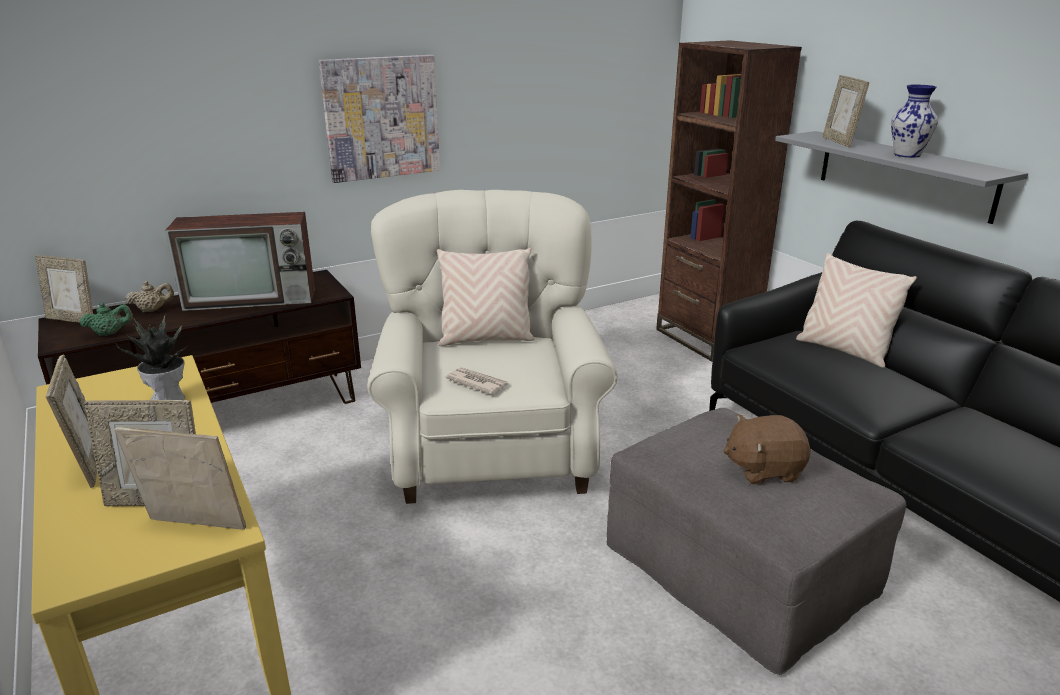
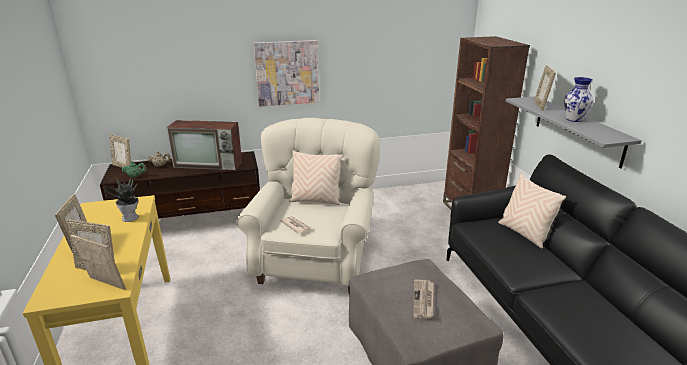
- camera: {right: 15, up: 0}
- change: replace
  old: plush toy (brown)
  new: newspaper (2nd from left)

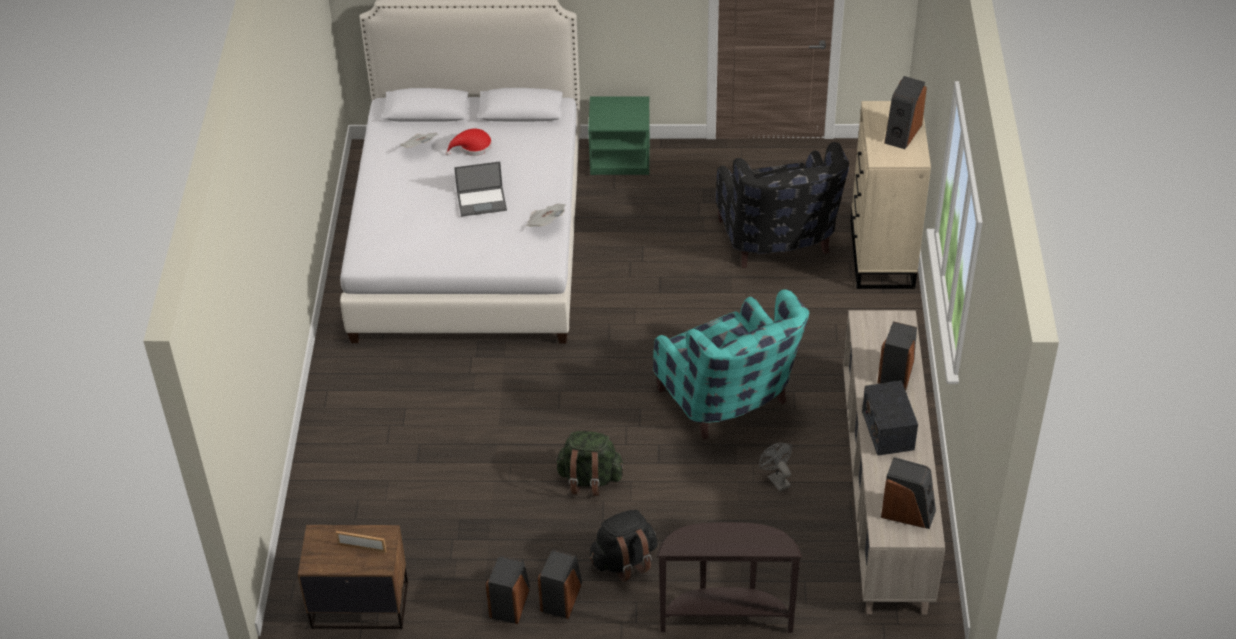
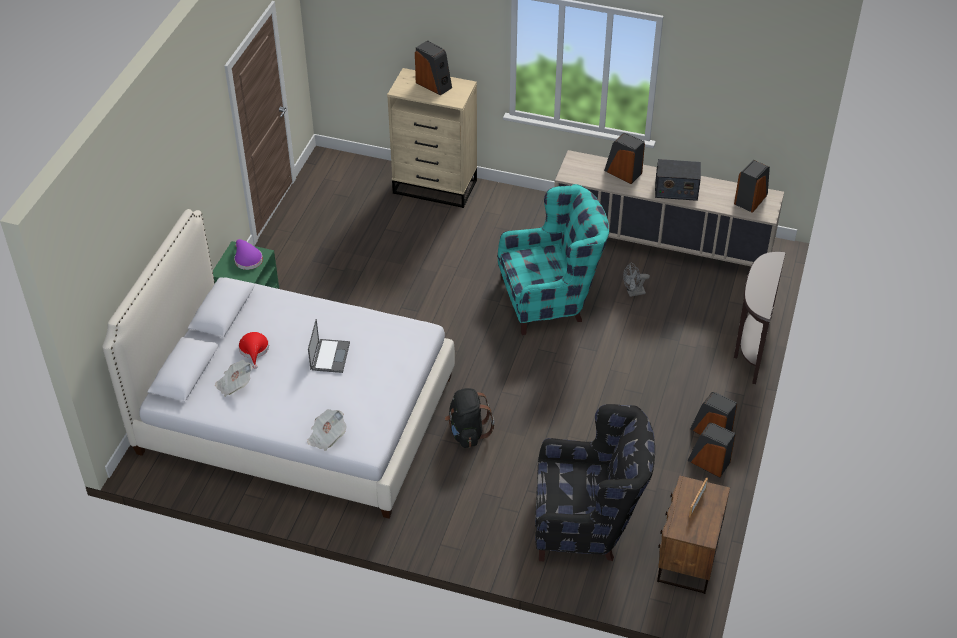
- camera: {right: -75, up: 0}
- change: move
  old: newspaper (2nd from left)
- change: delete
  old: backpack (green)
- change: move
  old: backpack (black)
- change: move
  old: armchair (black)
- change: insert
  new: hat (purple)

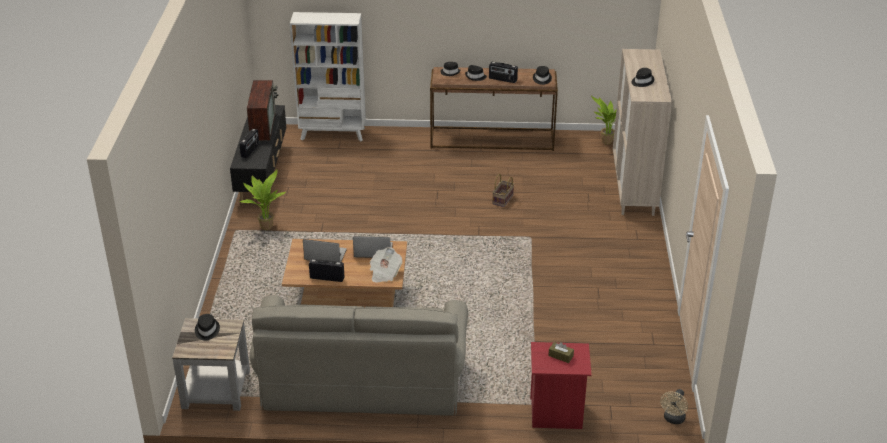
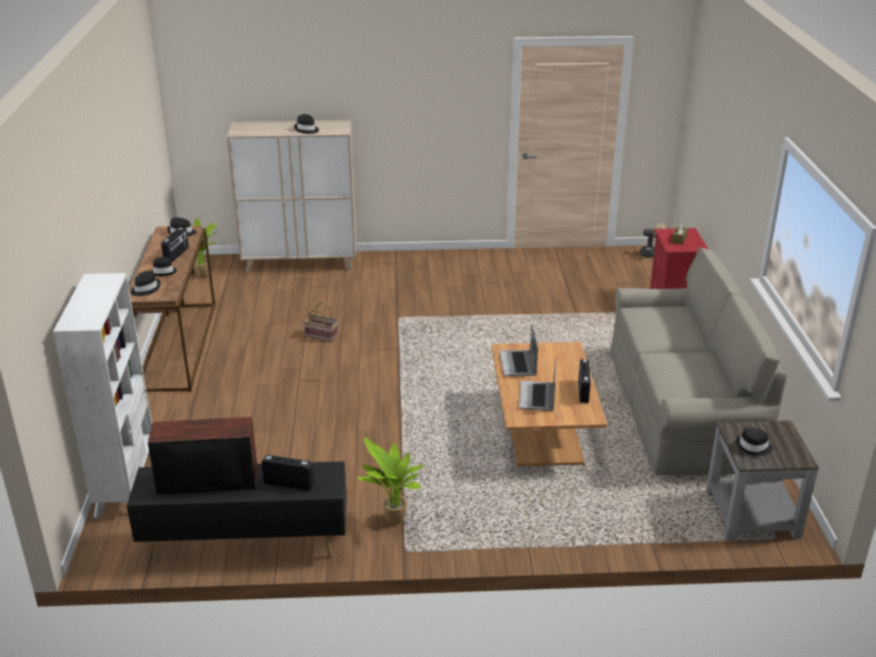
- camera: {right: -95, up: -5}
- change: delete
  old: newspaper

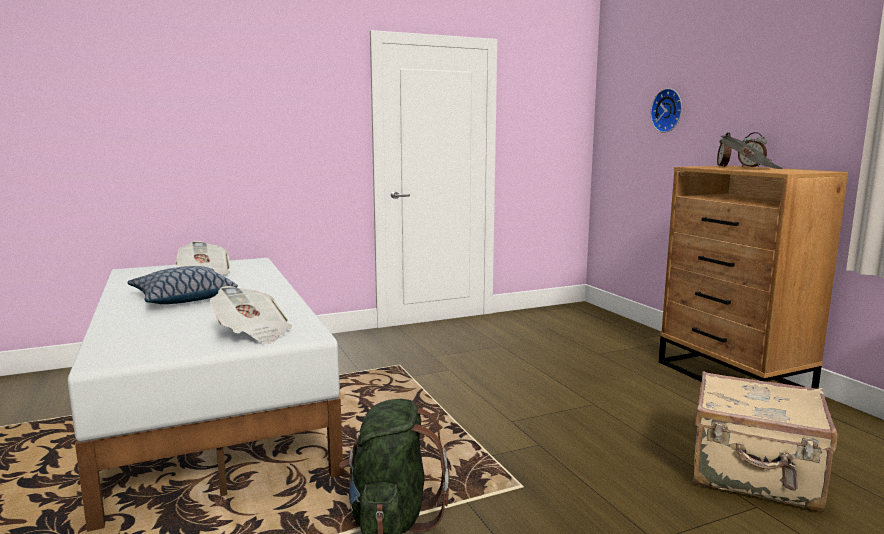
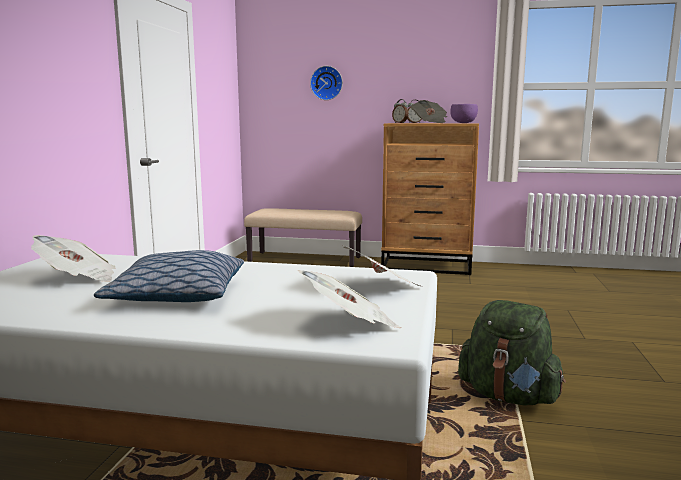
- camera: {right: -55, up: 0}
- change: delete
  old: suitcase (beige)
- change: insert
  new: bench (beige)
- change: insert
  new: newspaper (2nd from left)
- change: insert
  new: bowl (purple)

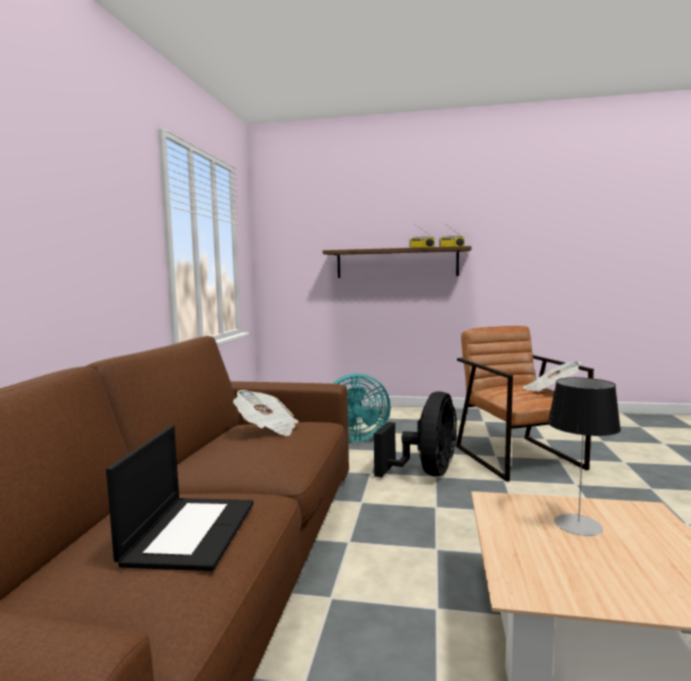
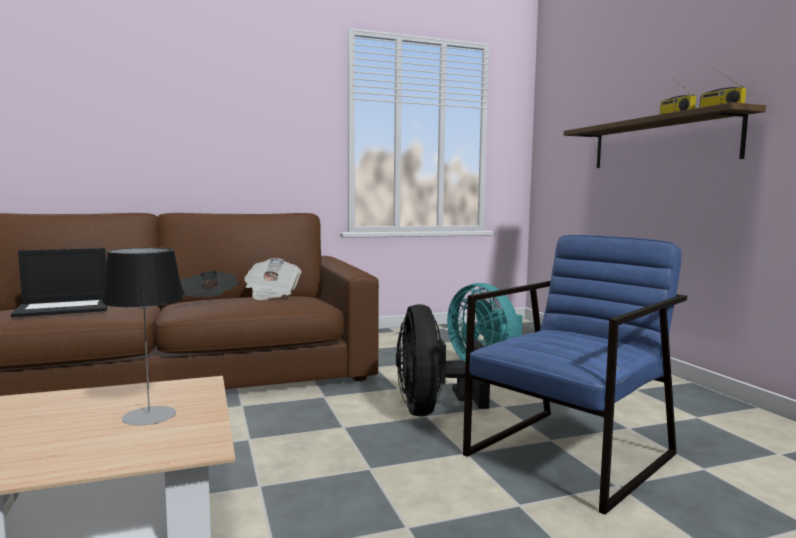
- camera: {right: 60, up: 0}
- change: rotate
  old: fan (black)
  degrees: 90
- change: recolor
  old: armchair (brown)
  new: armchair (blue)
- change: move
  old: newspaper (2nd from left in the first image)
  new: newspaper (1st from left)

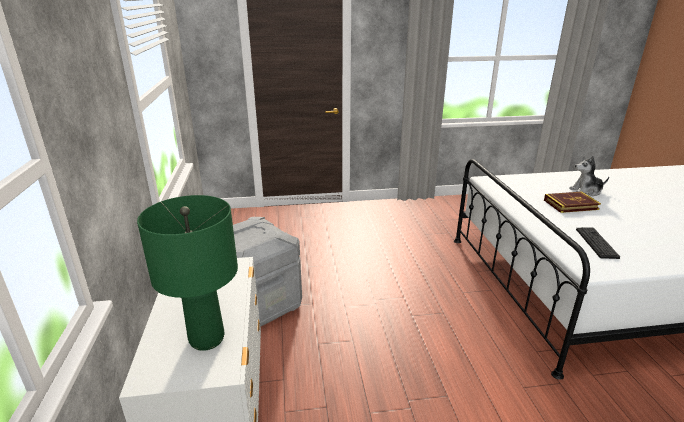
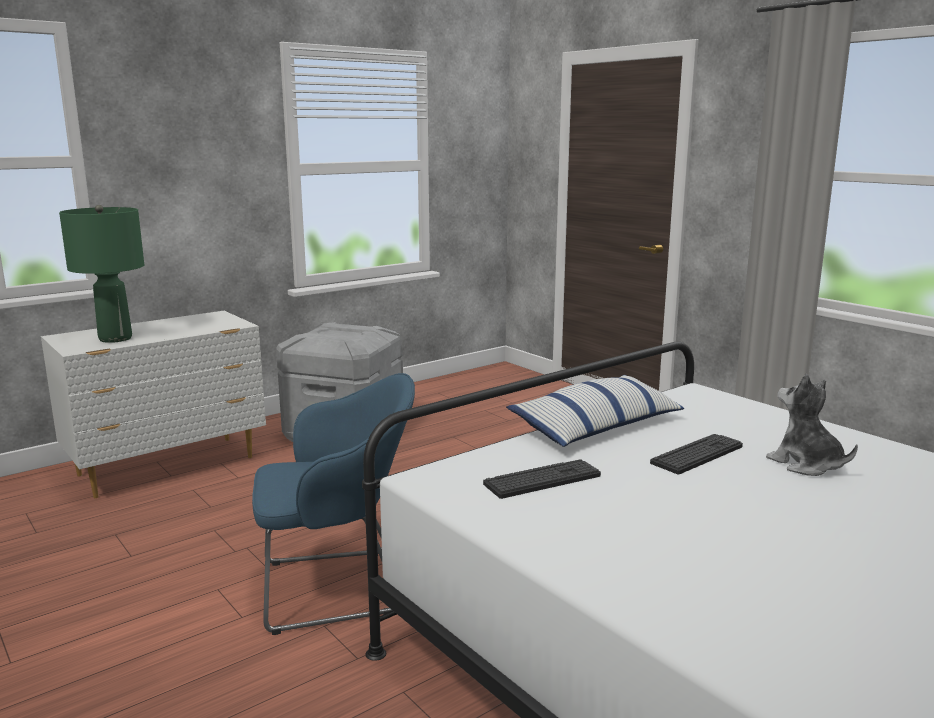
- camera: {right: 60, up: -10}
- change: replace
  old: book
  new: keyboard (2nd from left)
- change: insert
  new: armchair (blue)
- change: insert
  new: pillow

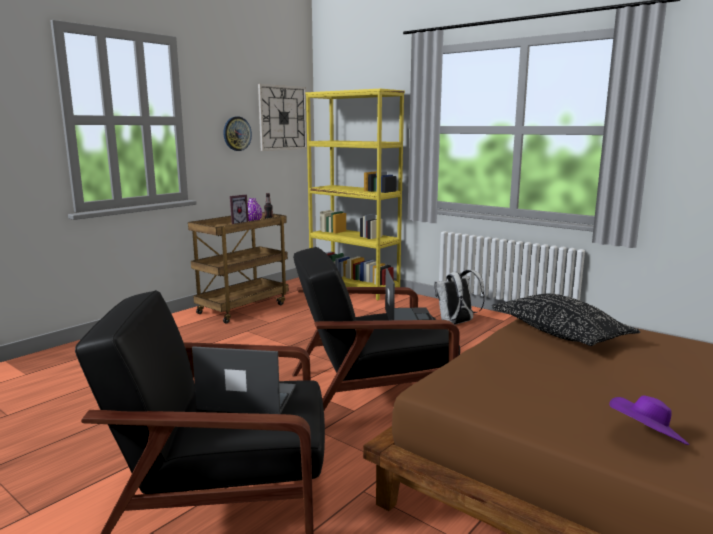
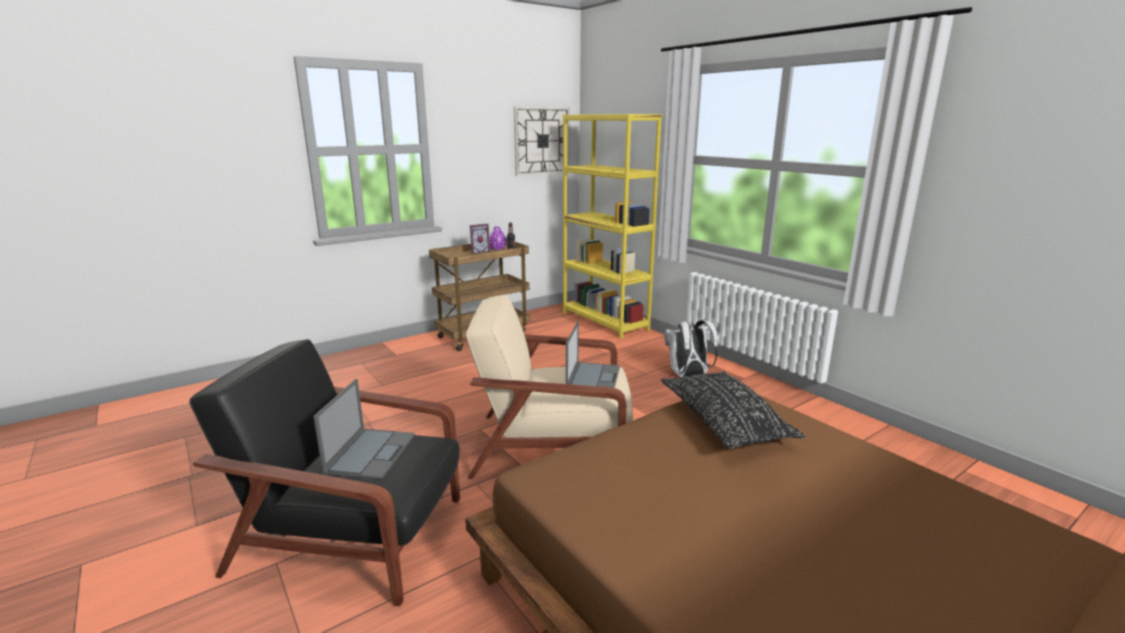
- camera: {right: 15, up: 5}
- change: rotate
  old: laptop (1st from left)
  degrees: 75
- change: delete
  old: wall clock (1st from left)
- change: recolor
  old: armchair (black) (2nd from left)
  new: armchair (beige)
- change: delete
  old: hat (purple)

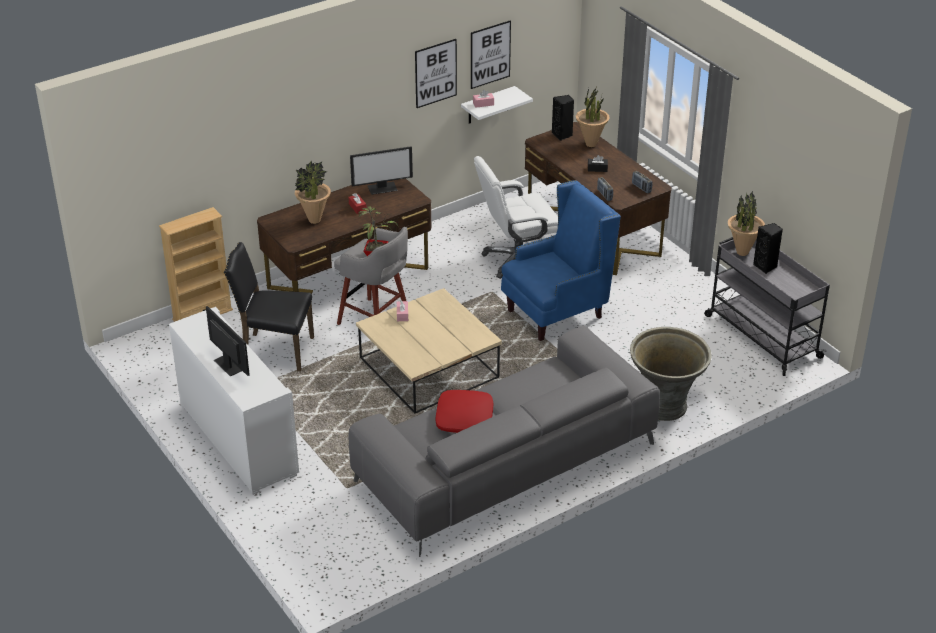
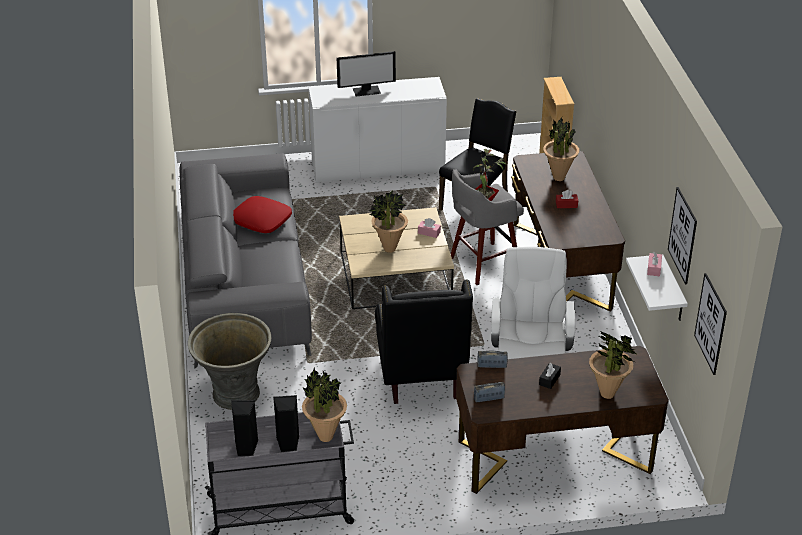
- camera: {right: 115, up: 0}
- change: delete
  old: monitor (2nd from left)
- change: move
  old: picture (1st from left in the first image)
  new: picture (2nd from left)
- change: recolor
  old: armchair (blue)
  new: armchair (black)
- change: move
  old: speaker (black) (1st from left)
- change: insert
  new: potted plant (2nd from left)

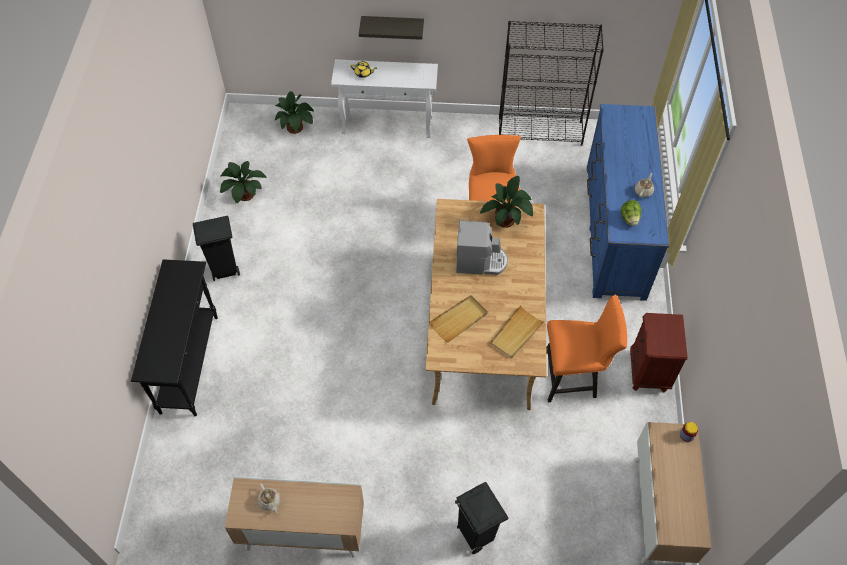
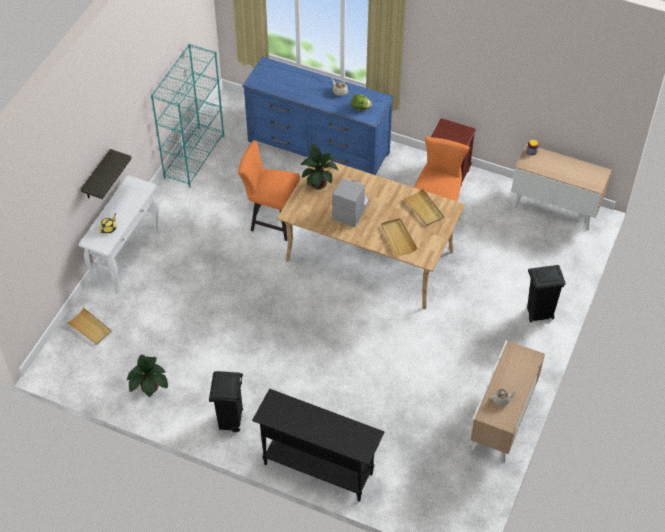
- camera: {right: -70, up: -5}
- change: replace
  old: potted plant (2nd from left)
  new: tray (beige) (1st from left)
- change: recolor
  old: bookcase (black)
  new: bookcase (turquoise)

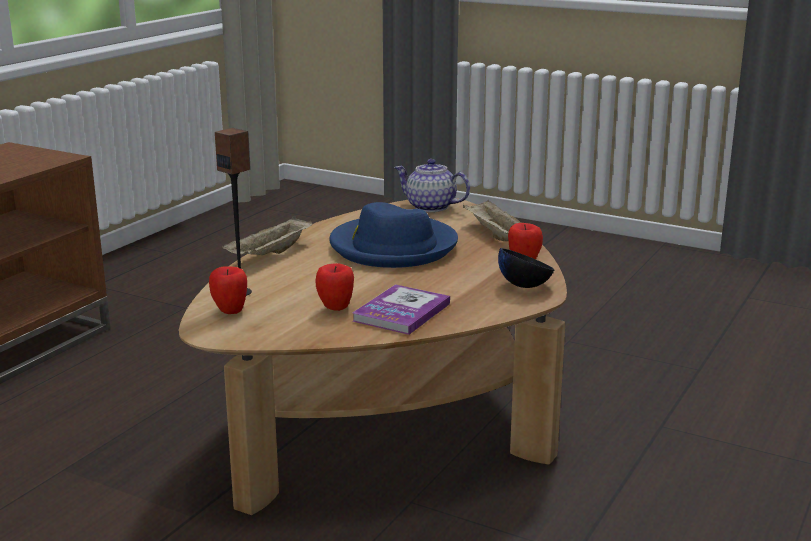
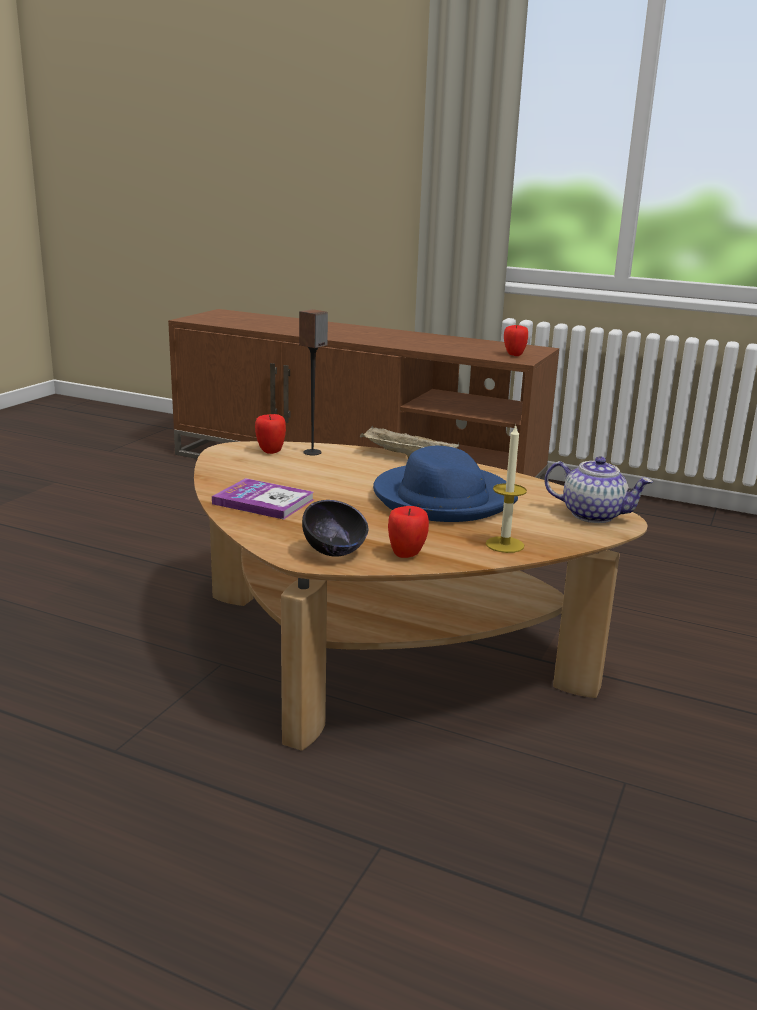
- camera: {right: 85, up: 0}
- change: move
  old: apple (2nd from left in the first image)
  new: apple (3rd from left)
- change: rotate
  old: teapot
  degrees: 90
- change: replace
  old: tray (beige) (2nd from left)
  new: candle

